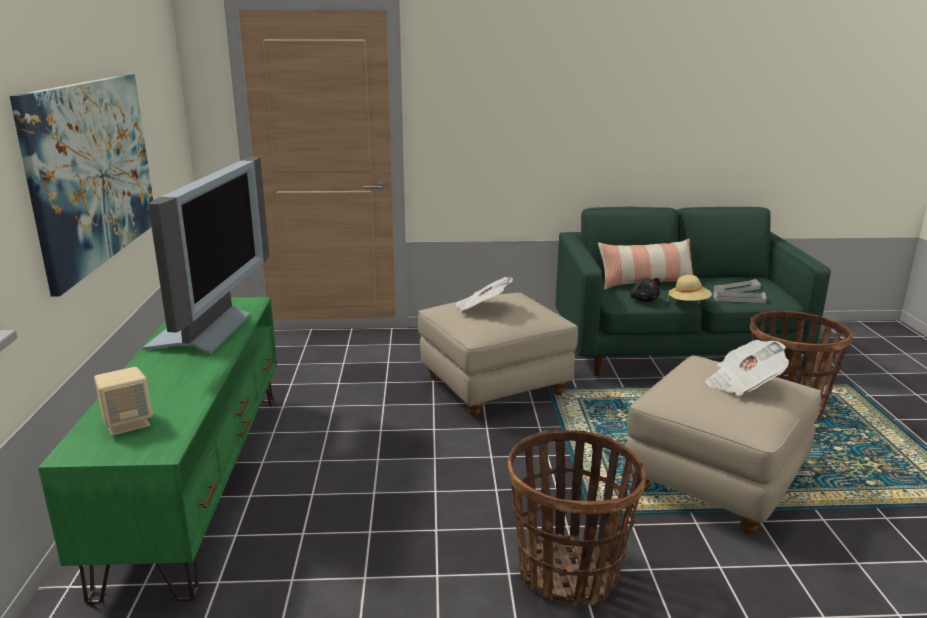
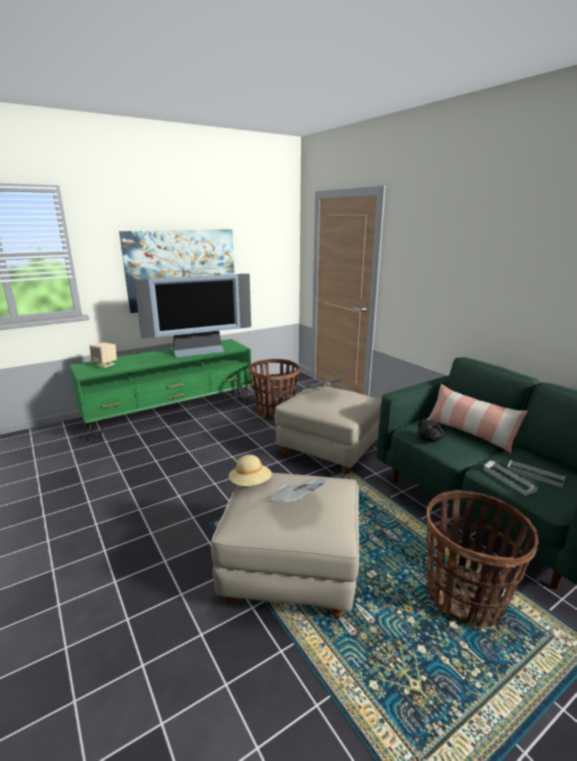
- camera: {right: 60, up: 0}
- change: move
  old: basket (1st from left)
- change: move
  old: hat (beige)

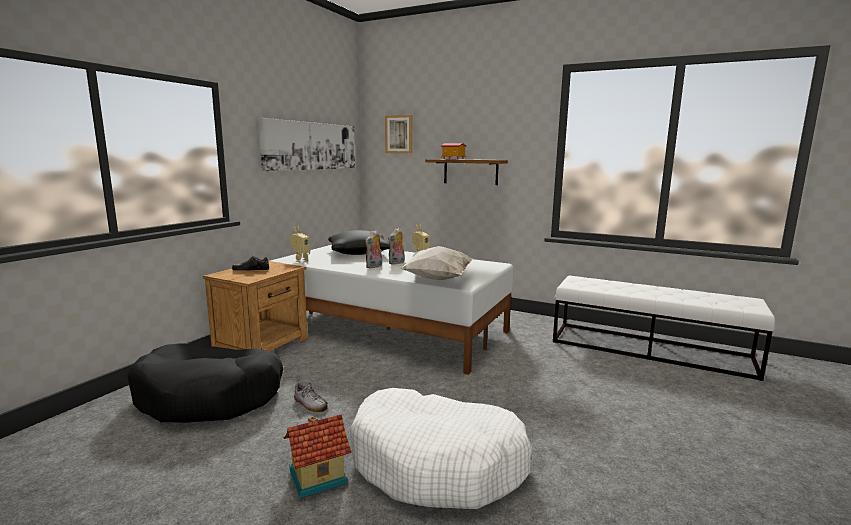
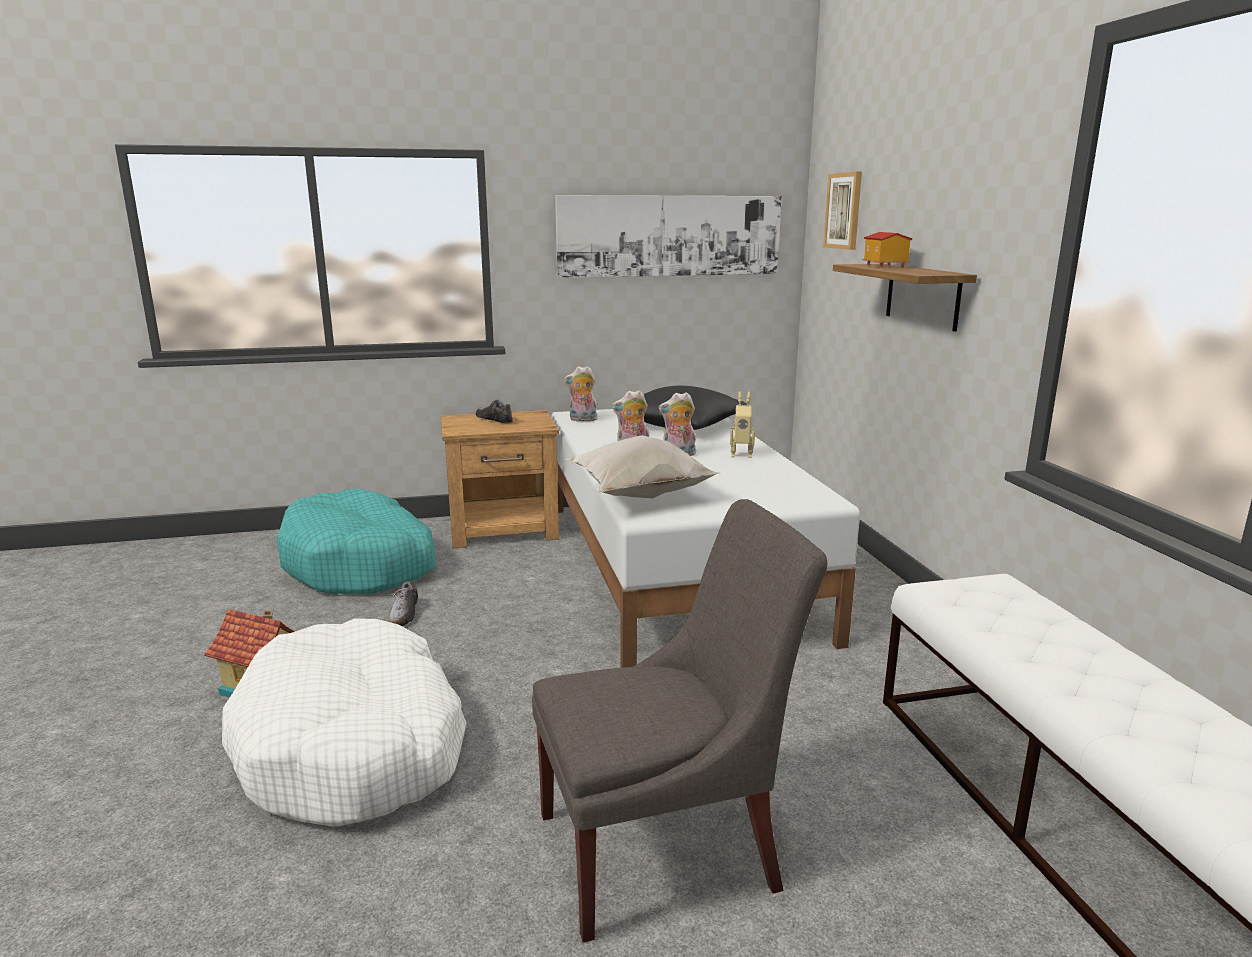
- camera: {right: 50, up: 5}
- change: recolor
  old: dog bed (black)
  new: dog bed (turquoise)
- change: replace
  old: toy robot (1st from left)
  new: plush toy (1st from left)
- change: insert
  new: chair (grey)

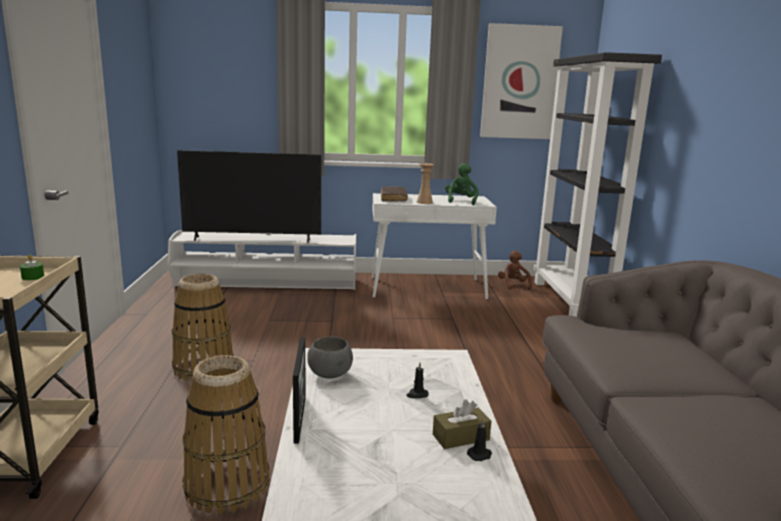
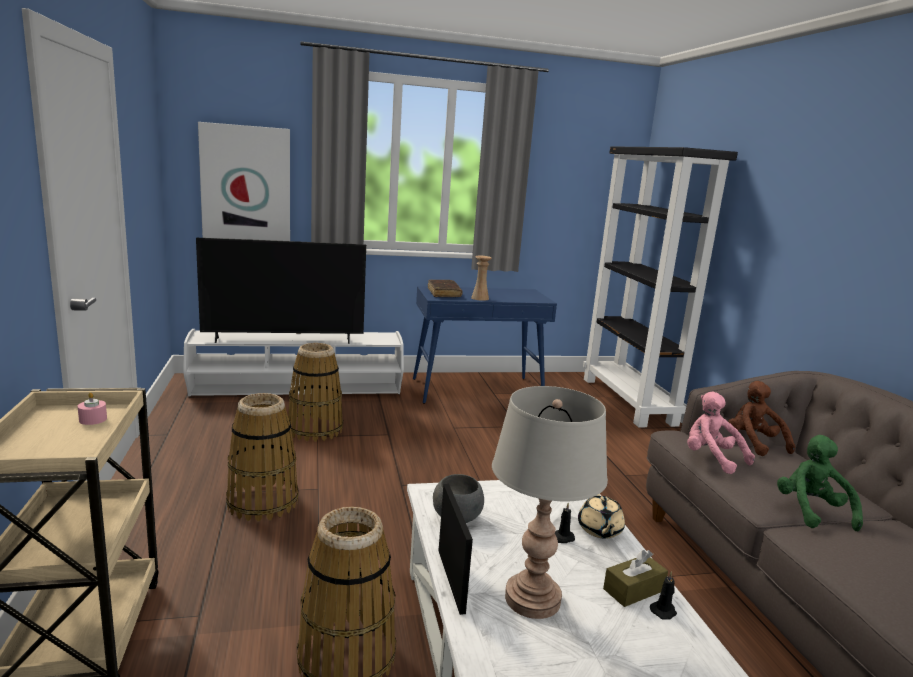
- camera: {right: -10, up: 0}
- change: recolor
  old: candle (green)
  new: candle (pink)
- change: recolor
  old: console table (white)
  new: console table (blue)
- change: move
  old: plush toy (green)
- change: move
  old: picture
- change: move
  old: plush toy (brown)
- change: insert
  new: basket (2nd from left)
- change: insert
  new: table lamp (grey)
- change: insert
  new: teapot (beige)
- change: insert
  new: plush toy (pink)

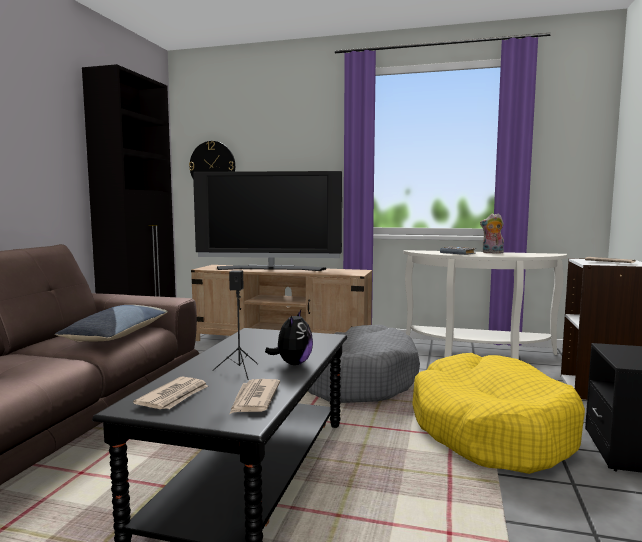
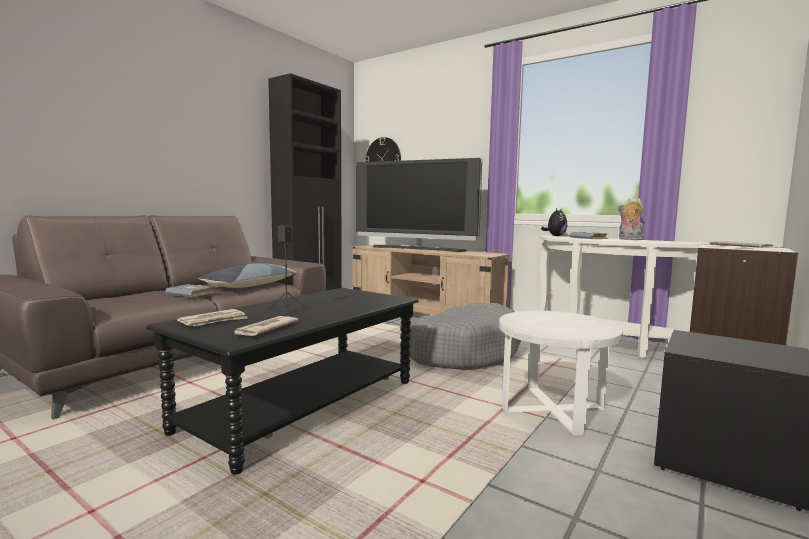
- camera: {right: 20, up: 0}
- change: move
  old: plush toy (1st from left)
- change: replace
  old: dog bed (yellow)
  new: side table (white)
- change: insert
  new: book (grey) (1st from left)

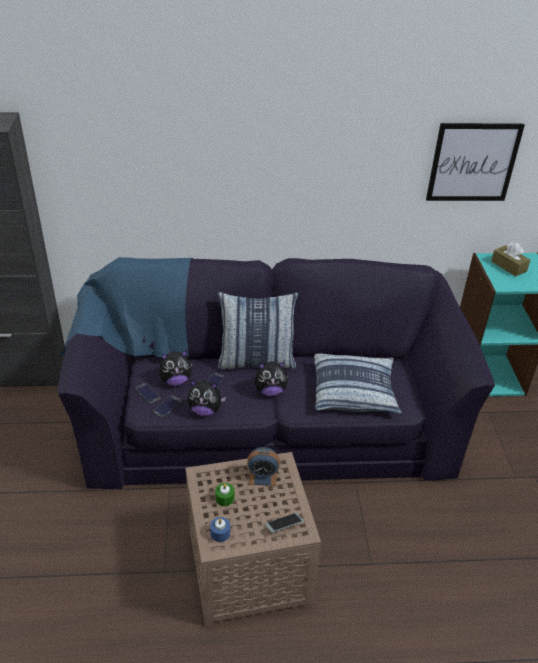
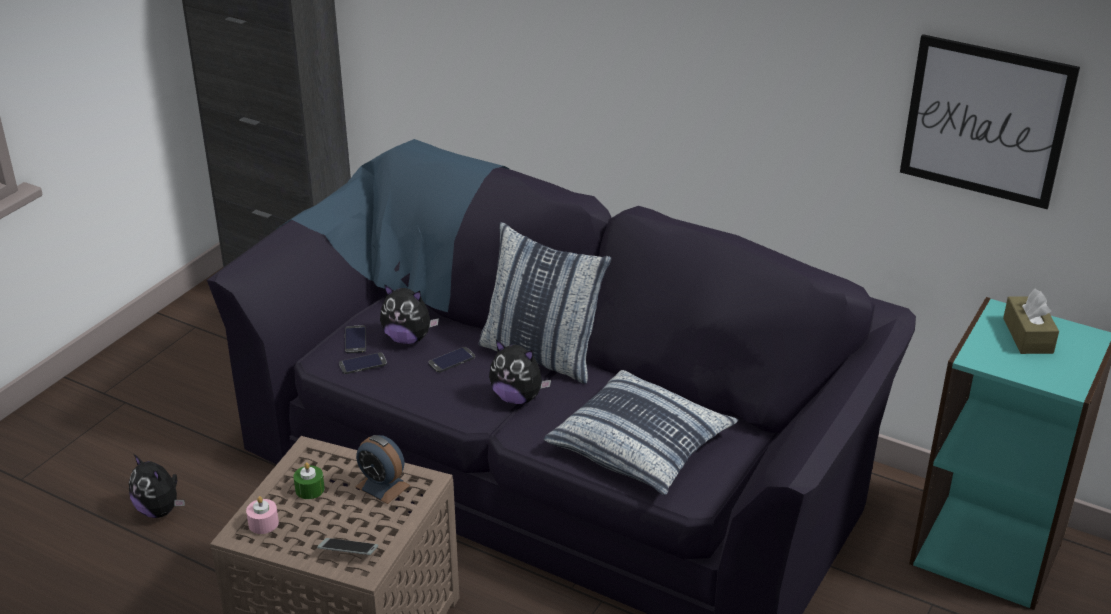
- camera: {right: 35, up: -5}
- change: move
  old: plush toy (2nd from left in the first image)
  new: plush toy (1st from left)
- change: recolor
  old: candle (blue)
  new: candle (pink)

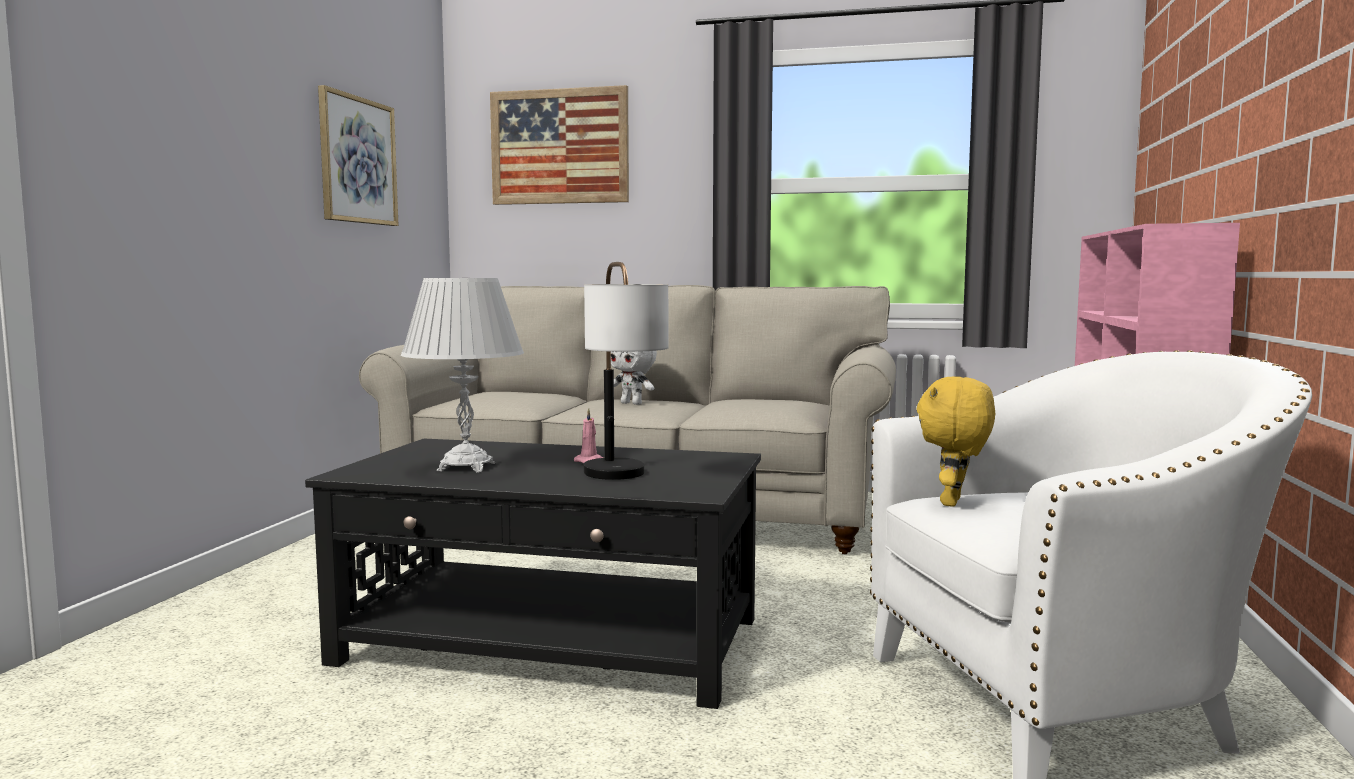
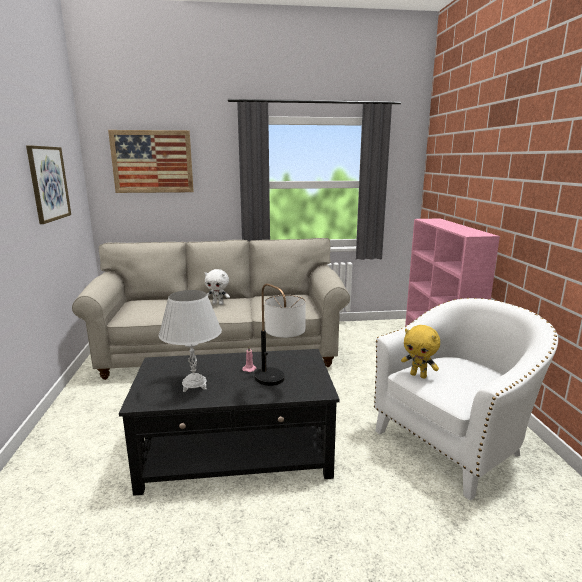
- camera: {right: -20, up: 10}
- change: rotate
  old: plush toy (yellow)
  degrees: -60

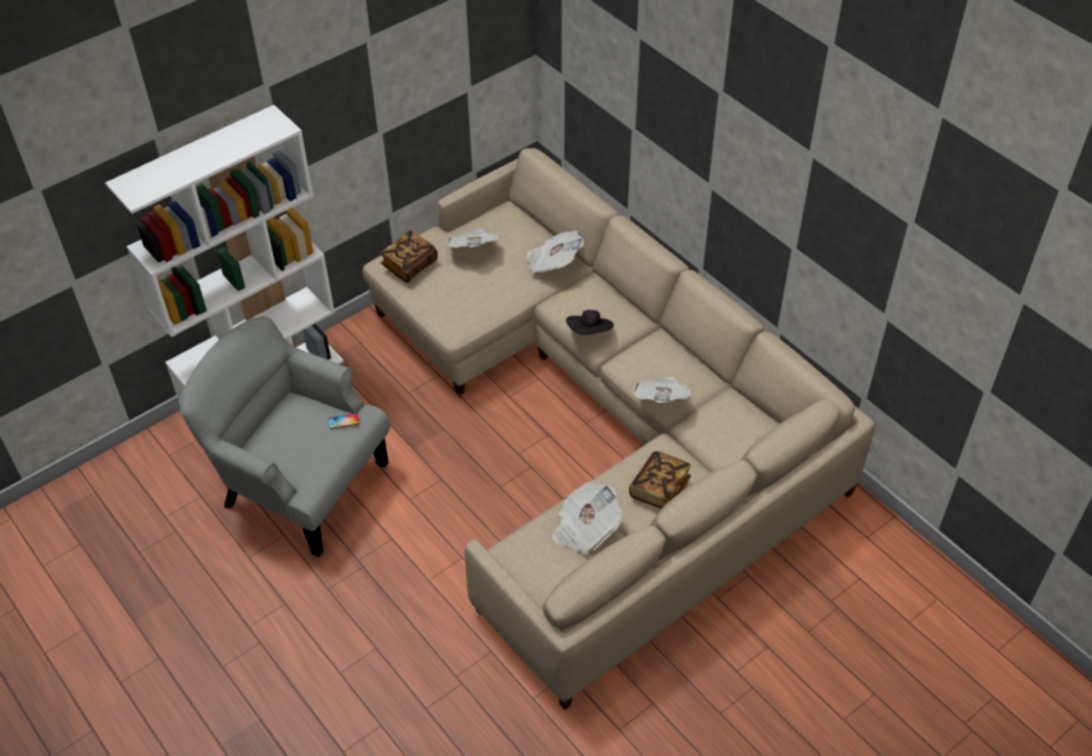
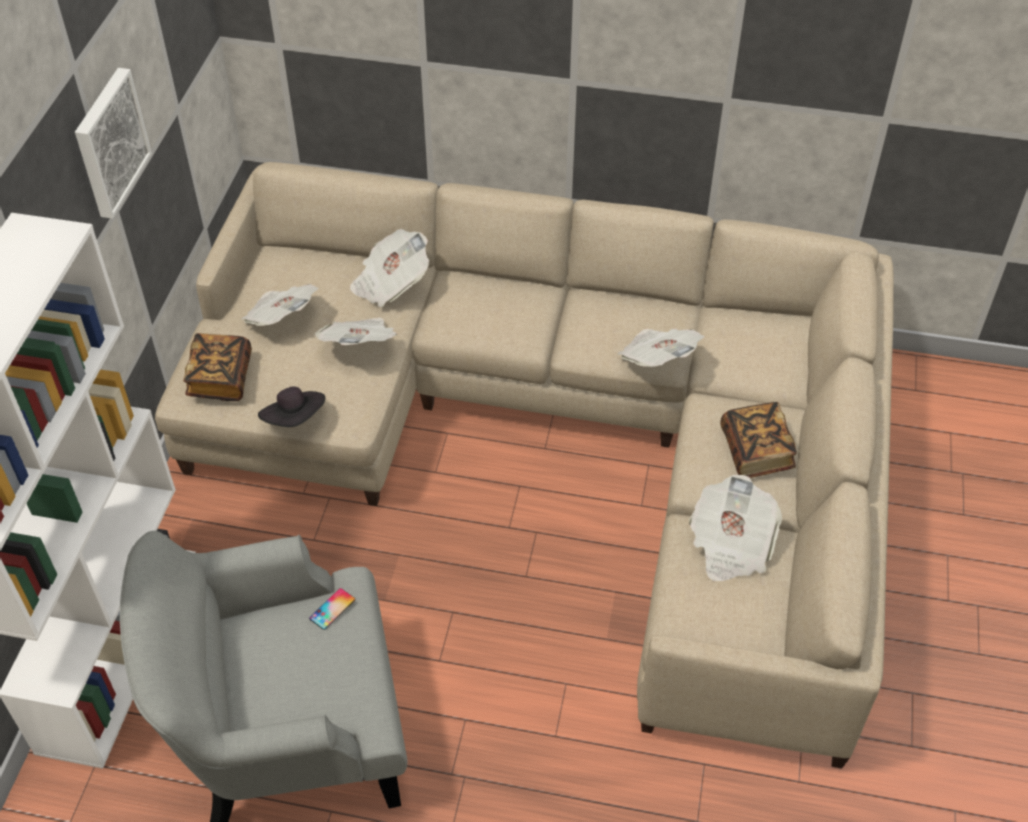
- camera: {right: -40, up: 0}
- change: move
  old: hat (black)
- change: insert
  new: picture
- change: insert
  new: newspaper (2nd from left)

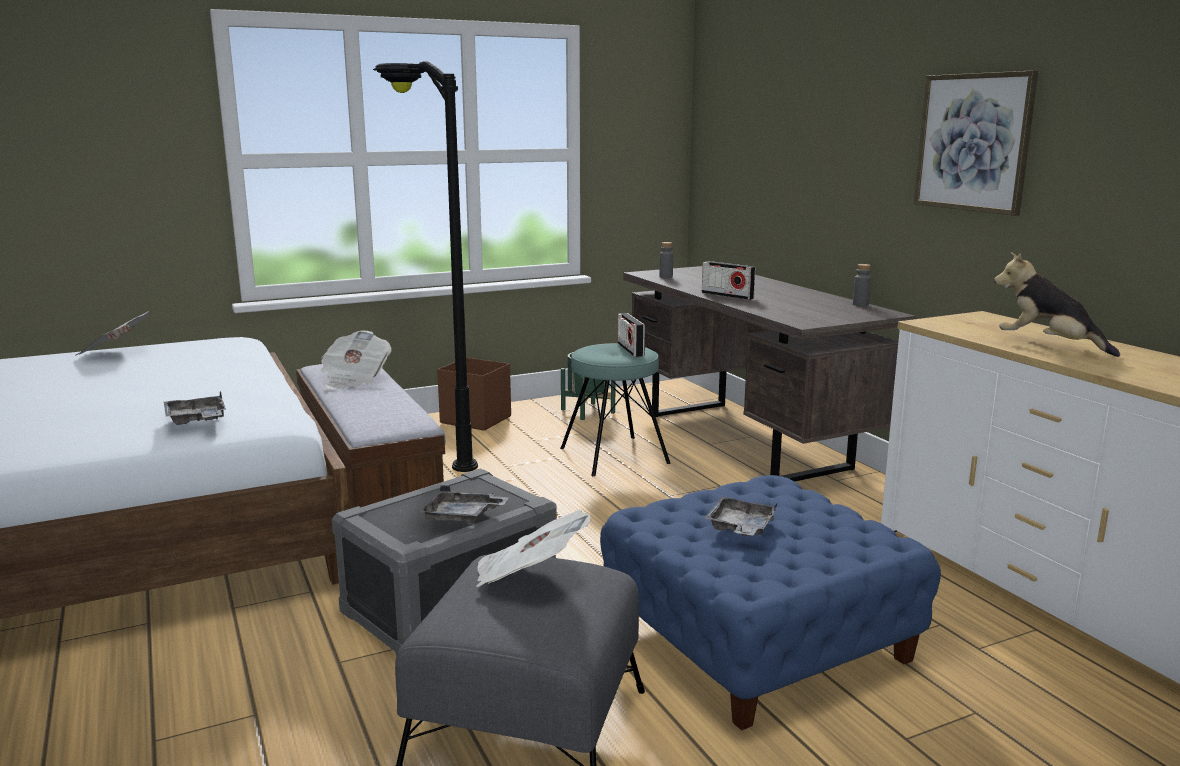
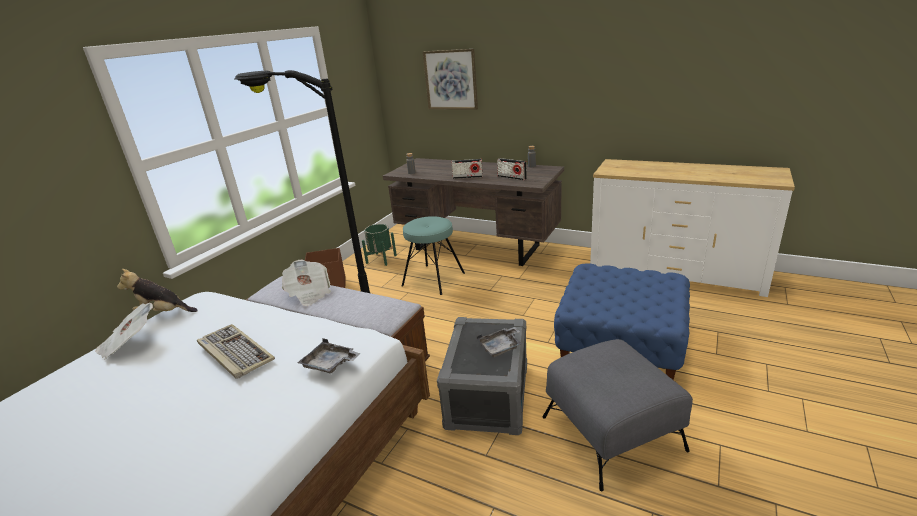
- camera: {right: -35, up: 10}
- change: delete
  old: newspaper (3rd from left)
- change: move
  old: radio (1st from left in the first image)
  new: radio (2nd from left)
- change: delete
  old: tray (grey) (3rd from left)
- change: move
  old: picture
- change: move
  old: plush toy
- change: insert
  new: keyboard

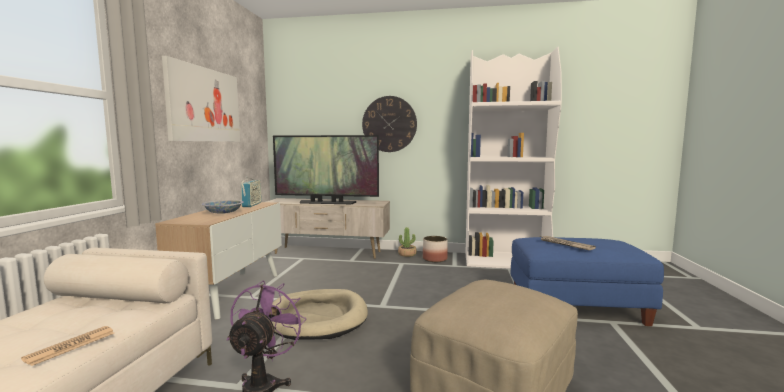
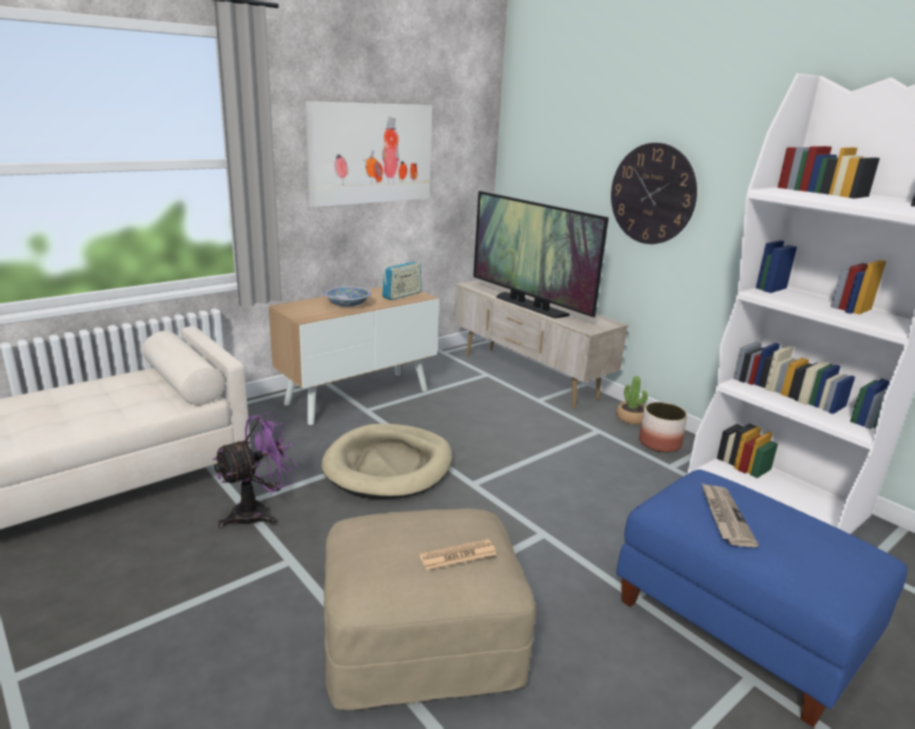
- camera: {right: 40, up: 15}
- change: move
  old: newspaper (1st from left)

